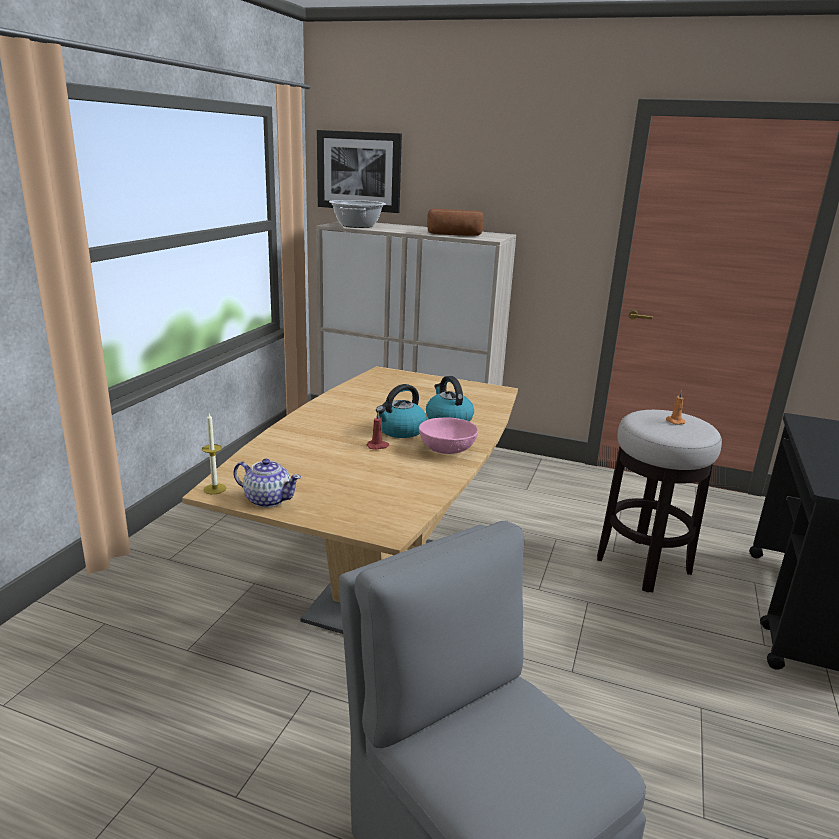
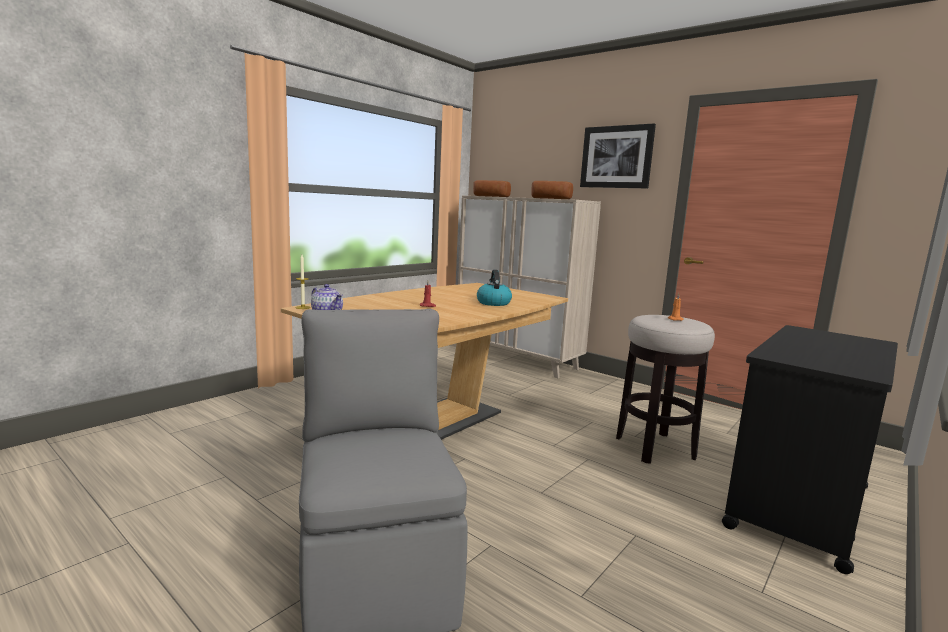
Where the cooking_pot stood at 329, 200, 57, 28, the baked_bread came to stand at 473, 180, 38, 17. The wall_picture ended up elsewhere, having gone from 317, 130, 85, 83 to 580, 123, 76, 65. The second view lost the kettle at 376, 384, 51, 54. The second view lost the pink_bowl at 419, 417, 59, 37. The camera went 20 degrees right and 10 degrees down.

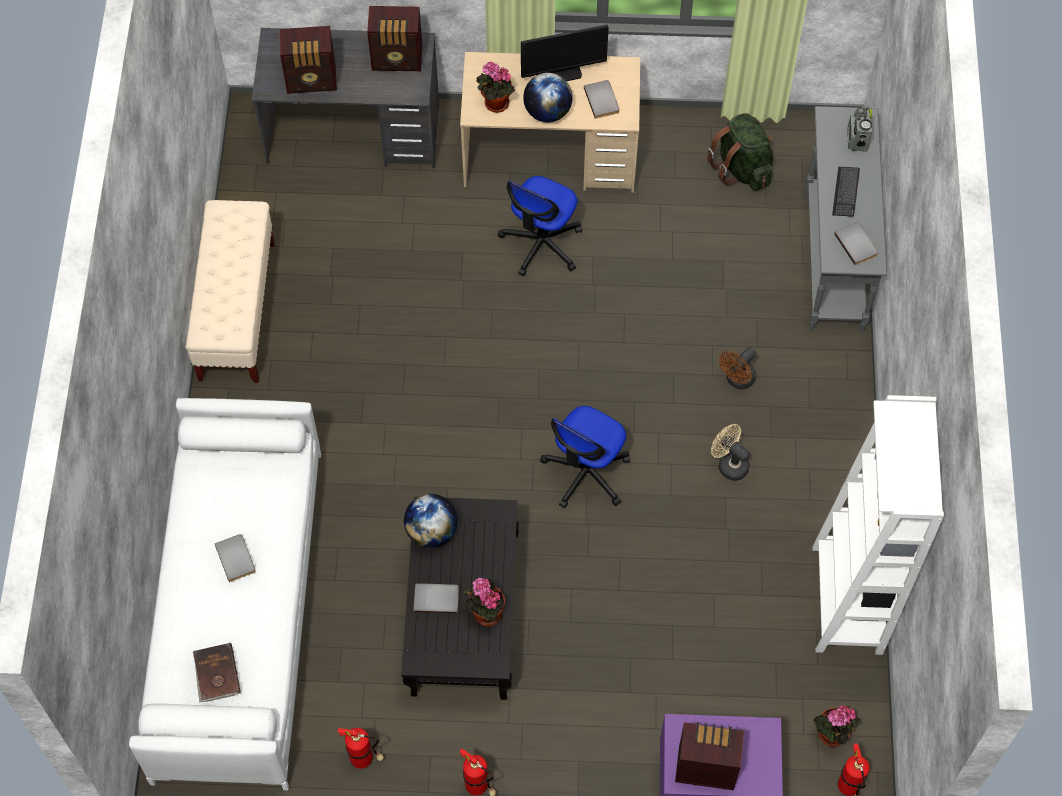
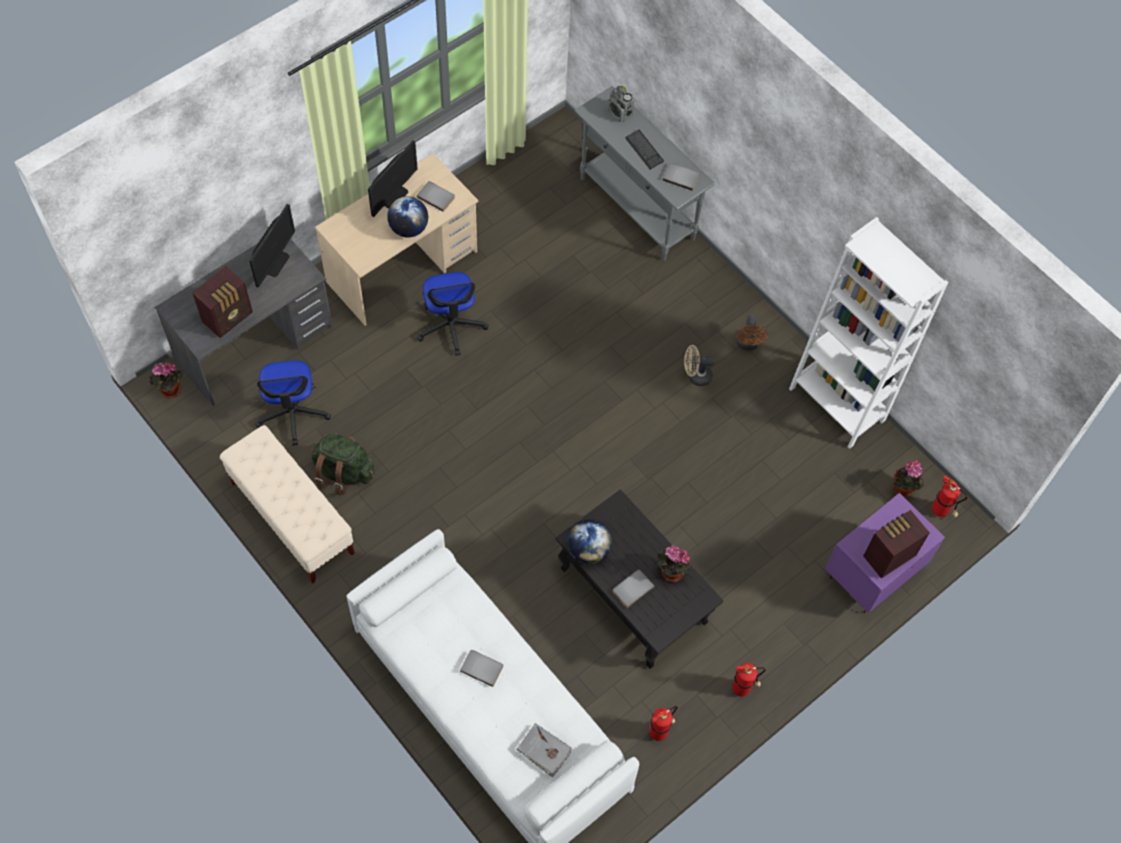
The plant_in_a_pot ended up elsewhere, having gone from 477, 61, 38, 52 to 149, 362, 34, 36. Where the radio_set stood at 367, 6, 55, 65, the monitor came to stand at 249, 204, 46, 84. The computer_chair ended up elsewhere, having gone from 540, 406, 90, 102 to 255, 360, 76, 86. The greenish_rucksack ended up elsewhere, having gone from 707, 113, 66, 78 to 311, 433, 64, 62. What was the brown_bound_book at 193, 643, 48, 60 turned into the greyish_bound_book at 516, 723, 56, 54. The brown_electric_fan ended up elsewhere, having gone from 719, 347, 38, 43 to 736, 315, 32, 36. The camera went 45 degrees left and 0 degrees up.

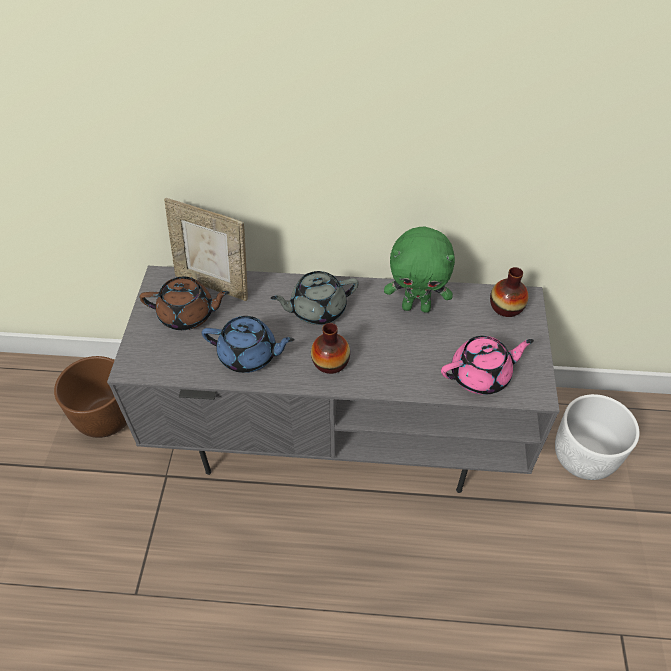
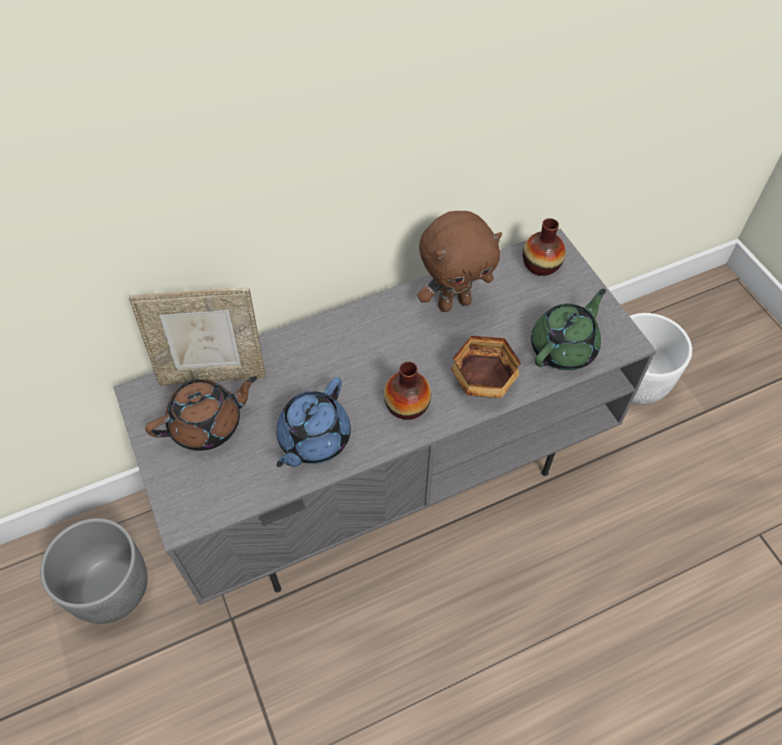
What was the brown_planter at 54, 356, 73, 82 turned into the greyish_planter at 40, 518, 108, 106. The bluish_tea_pot at 202, 316, 93, 57 ended up facing another way, 135 degrees clockwise from before. What was the greenish_plush_toy at 384, 227, 71, 86 turned into the brown_plush_toy at 417, 211, 85, 101. The second view gained the bowl at 451, 336, 70, 62. What was the pink_tea_pot at 441, 336, 93, 59 turned into the greenish_tea_pot at 531, 289, 75, 81. The second view lost the greyish_tea_pot at 271, 271, 88, 54. The camera went 30 degrees left and 5 degrees up.

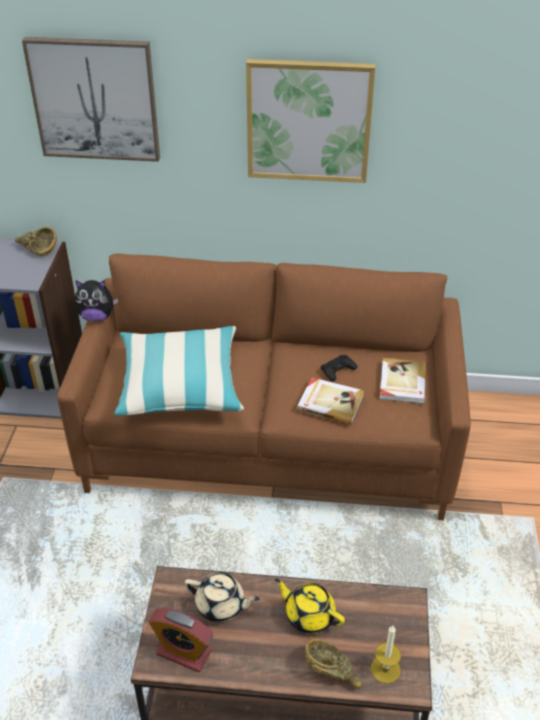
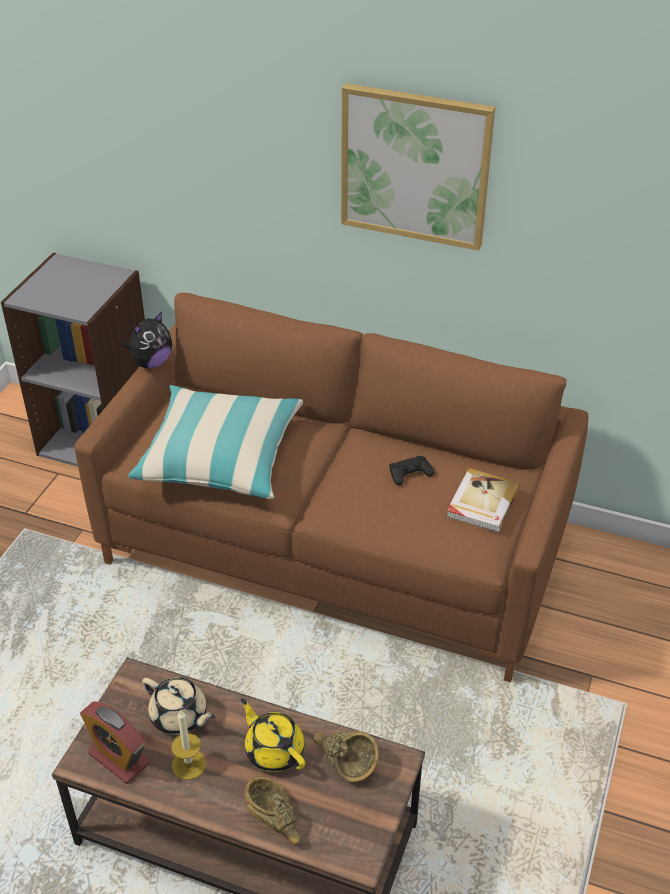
The plush_toy at 75, 280, 43, 42 ended up facing another way, 60 degrees counterclockwise from before. The wax_candle ended up elsewhere, having gone from 371, 626, 30, 58 to 171, 710, 35, 70. The brown_bowl ended up elsewhere, having gone from 15, 226, 42, 30 to 313, 731, 66, 52. The second view lost the wall_picture at 22, 37, 138, 125. The second view lost the bound_book at 297, 378, 67, 47. The camera went 15 degrees right and 0 degrees up.

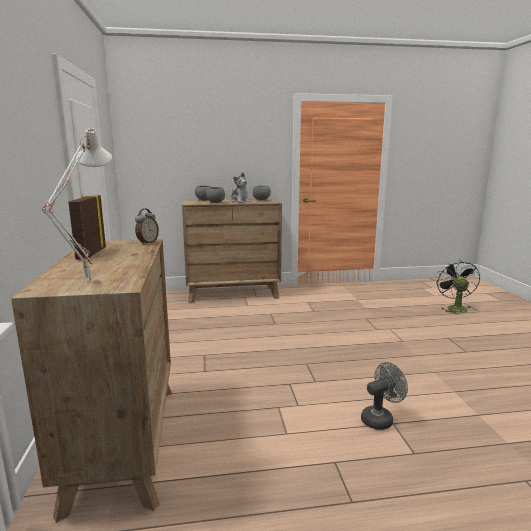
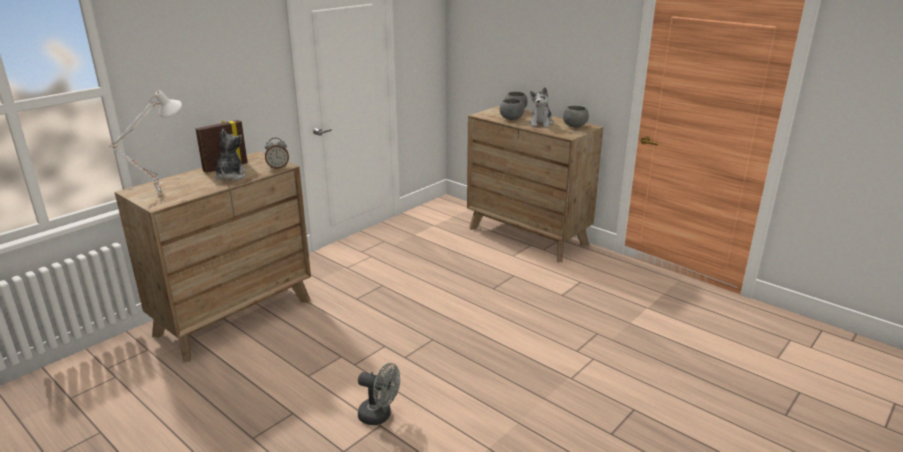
The second view gained the plush_toy at 215, 129, 31, 51. The second view lost the black_electric_fan at 436, 259, 44, 56. The camera went 50 degrees right and 10 degrees up.

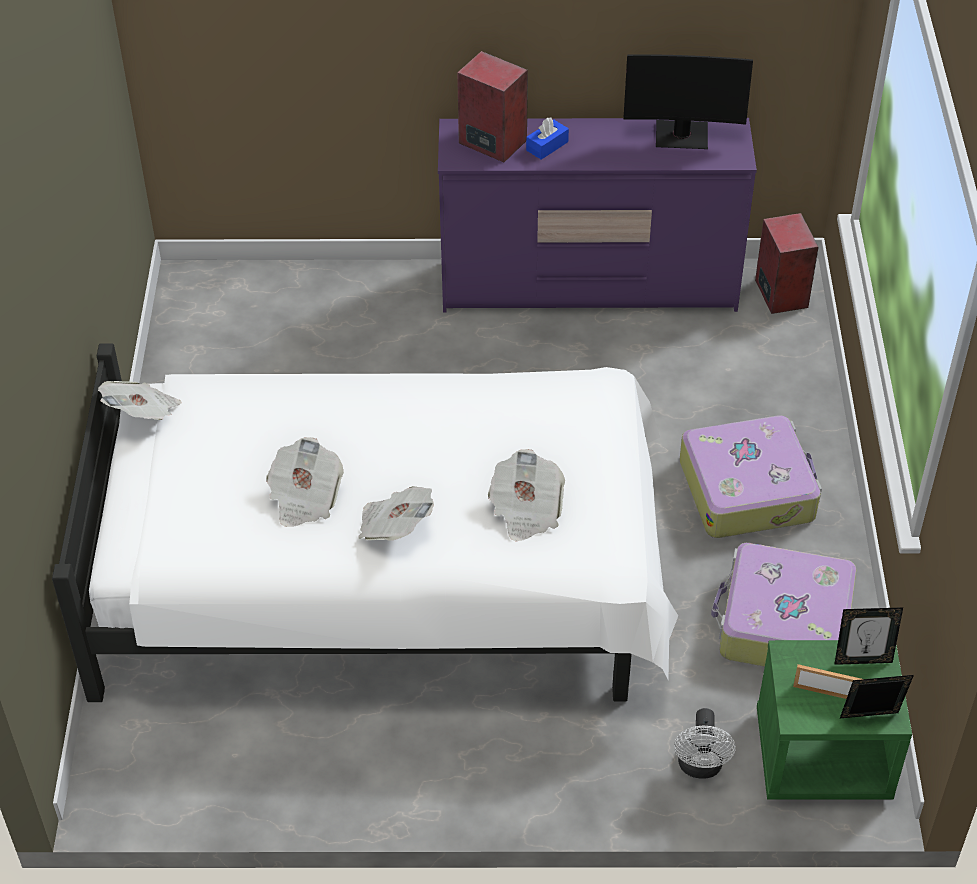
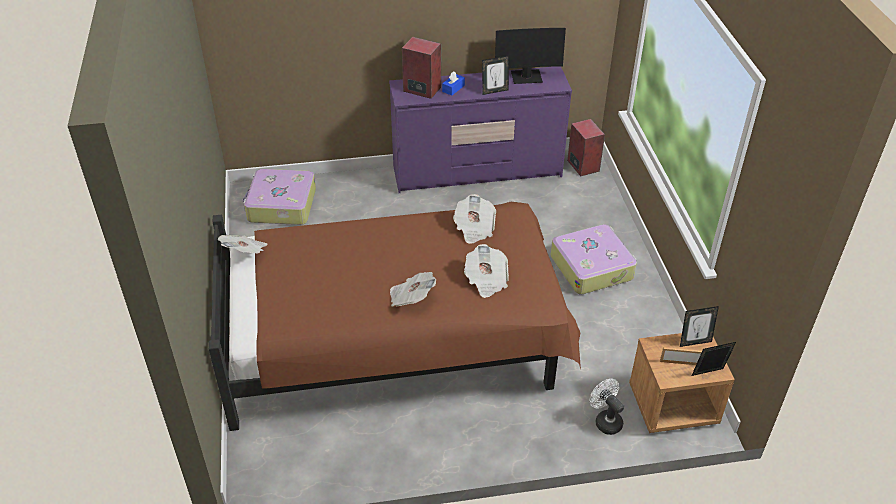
What was the white_sleeping_bed at 52, 344, 626, 358 turned into the brown_sleeping_bed at 209, 202, 372, 229. The travel_case ended up elsewhere, having gone from 711, 543, 145, 124 to 242, 169, 74, 56. The newspaper ended up elsewhere, having gone from 266, 437, 78, 90 to 453, 194, 43, 50. The second view gained the photo_frame at 482, 55, 27, 40. The white_electric_fan at 674, 708, 62, 71 ended up facing another way, 150 degrees clockwise from before. What was the greenish_night_table at 757, 640, 155, 160 turned into the brown_night_table at 629, 333, 106, 100. The camera went 10 degrees left and 5 degrees down.

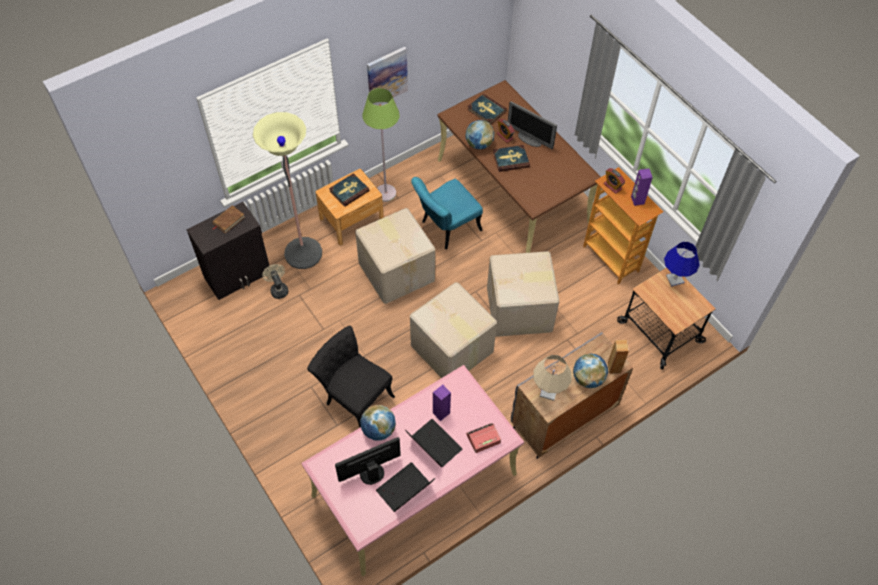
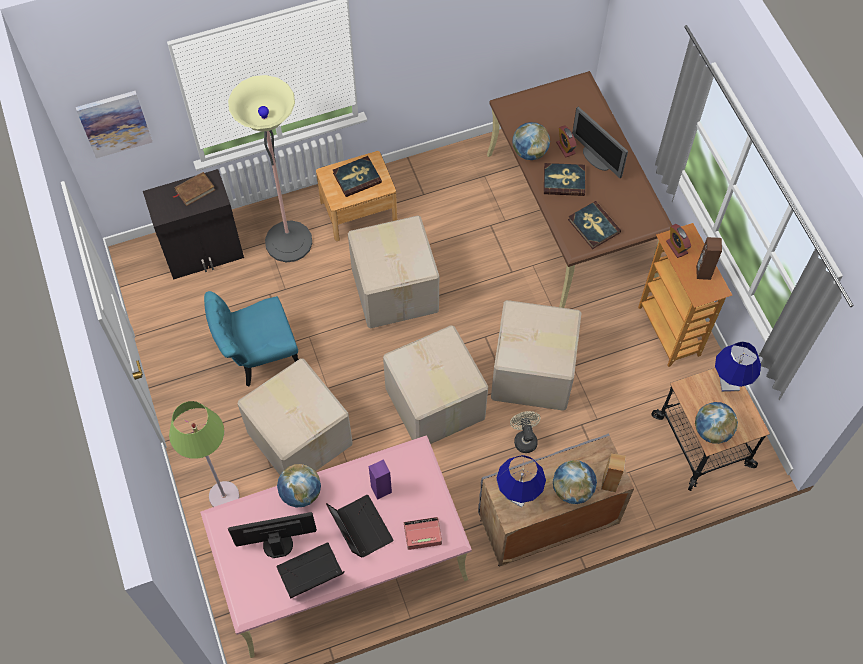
The wall_picture ended up elsewhere, having gone from 367, 47, 41, 58 to 76, 91, 76, 67. The greenish_floor_lamp ended up elsewhere, having gone from 362, 88, 38, 114 to 169, 401, 70, 106. The turquoise_plain_chair ended up elsewhere, having gone from 411, 177, 72, 72 to 204, 291, 95, 96. Where the black_plain_chair stood at 307, 326, 88, 102, the carton came to stand at 238, 358, 115, 117. What was the sand-coloured_lamp_for_a_table at 533, 355, 39, 46 turned into the bluish_lamp_for_a_table at 496, 455, 50, 53. The sand-coloured_electric_fan ended up elsewhere, having gone from 262, 264, 26, 35 to 510, 411, 30, 42. The bound_book ended up elsewhere, having gone from 467, 94, 40, 30 to 568, 201, 53, 48. The second view gained the world_globe at 695, 402, 43, 42. What was the purple-coloured_audio_speaker at 631, 168, 22, 38 turned into the brown_audio_speaker at 696, 237, 26, 43. The camera went 15 degrees right and 5 degrees up.

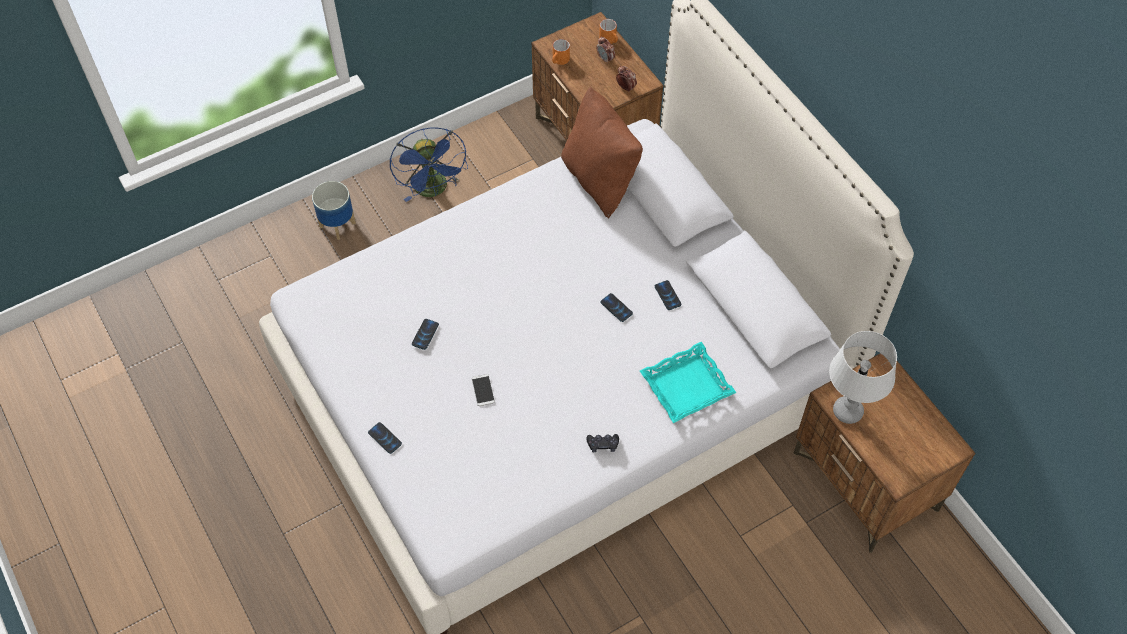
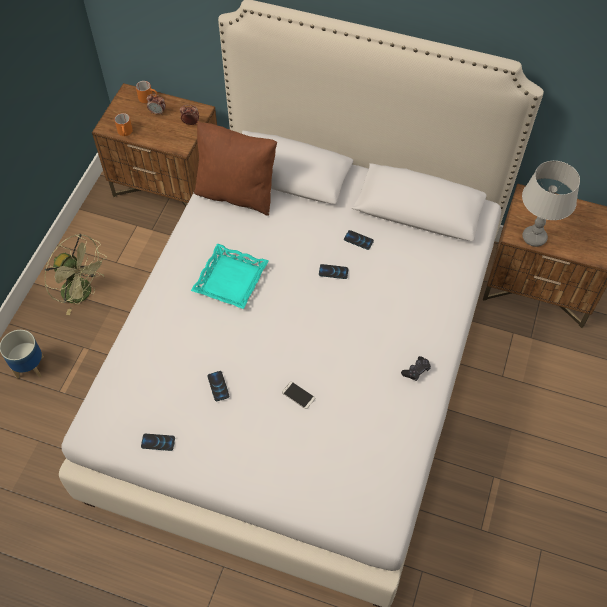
What was the bluish_electric_fan at 390, 127, 78, 75 turned into the greenish_electric_fan at 44, 234, 63, 81. The handset ended up elsewhere, having gone from 368, 422, 34, 32 to 141, 434, 34, 17. The turquoise_carrying_tray ended up elsewhere, having gone from 640, 342, 96, 81 to 191, 243, 78, 66. The camera went 40 degrees left and 0 degrees up.

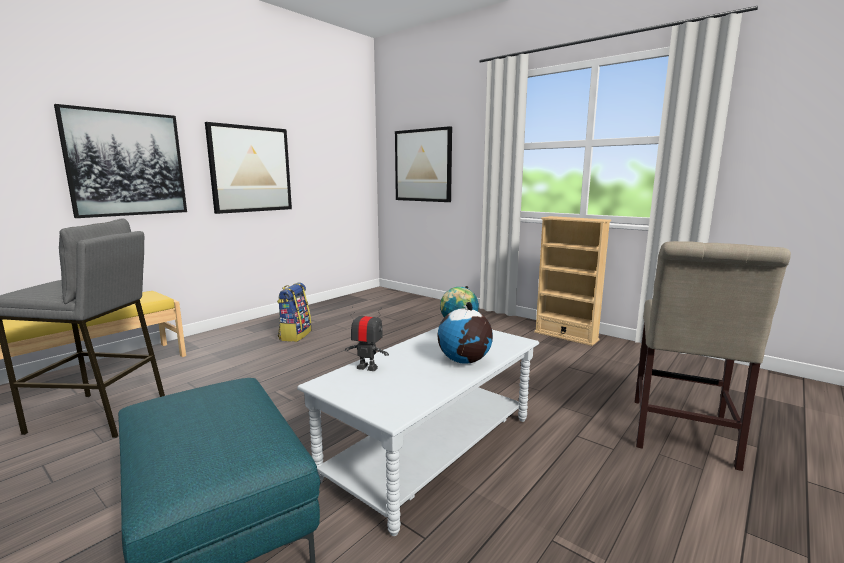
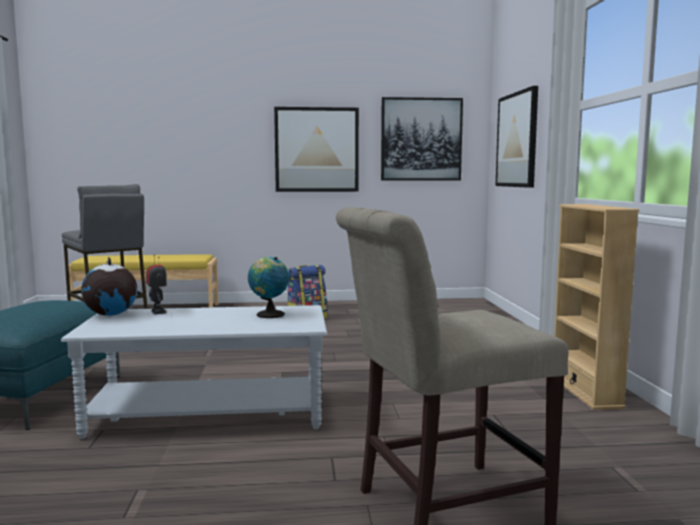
The world_globe ended up elsewhere, having gone from 438, 302, 55, 62 to 81, 257, 56, 59. The wall_picture ended up elsewhere, having gone from 54, 104, 133, 114 to 381, 97, 82, 84. The camera went 45 degrees right and 5 degrees down.

